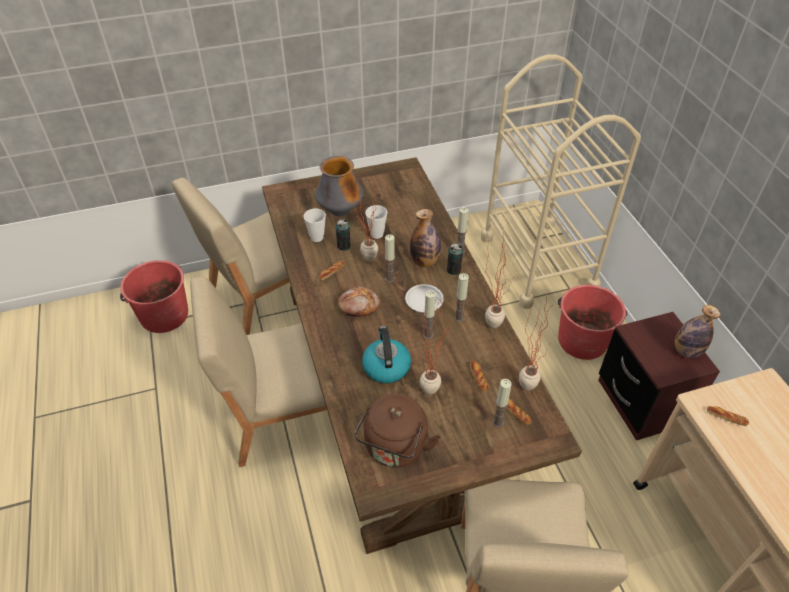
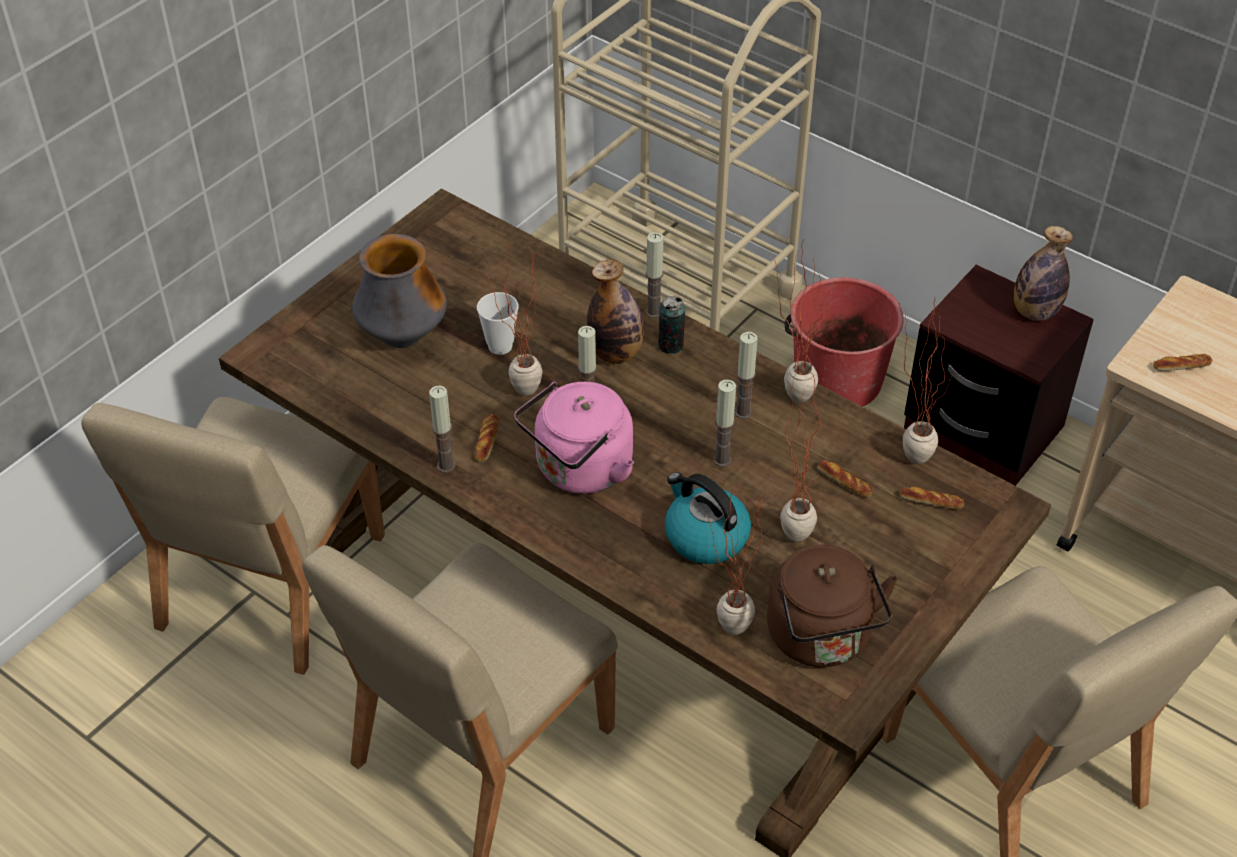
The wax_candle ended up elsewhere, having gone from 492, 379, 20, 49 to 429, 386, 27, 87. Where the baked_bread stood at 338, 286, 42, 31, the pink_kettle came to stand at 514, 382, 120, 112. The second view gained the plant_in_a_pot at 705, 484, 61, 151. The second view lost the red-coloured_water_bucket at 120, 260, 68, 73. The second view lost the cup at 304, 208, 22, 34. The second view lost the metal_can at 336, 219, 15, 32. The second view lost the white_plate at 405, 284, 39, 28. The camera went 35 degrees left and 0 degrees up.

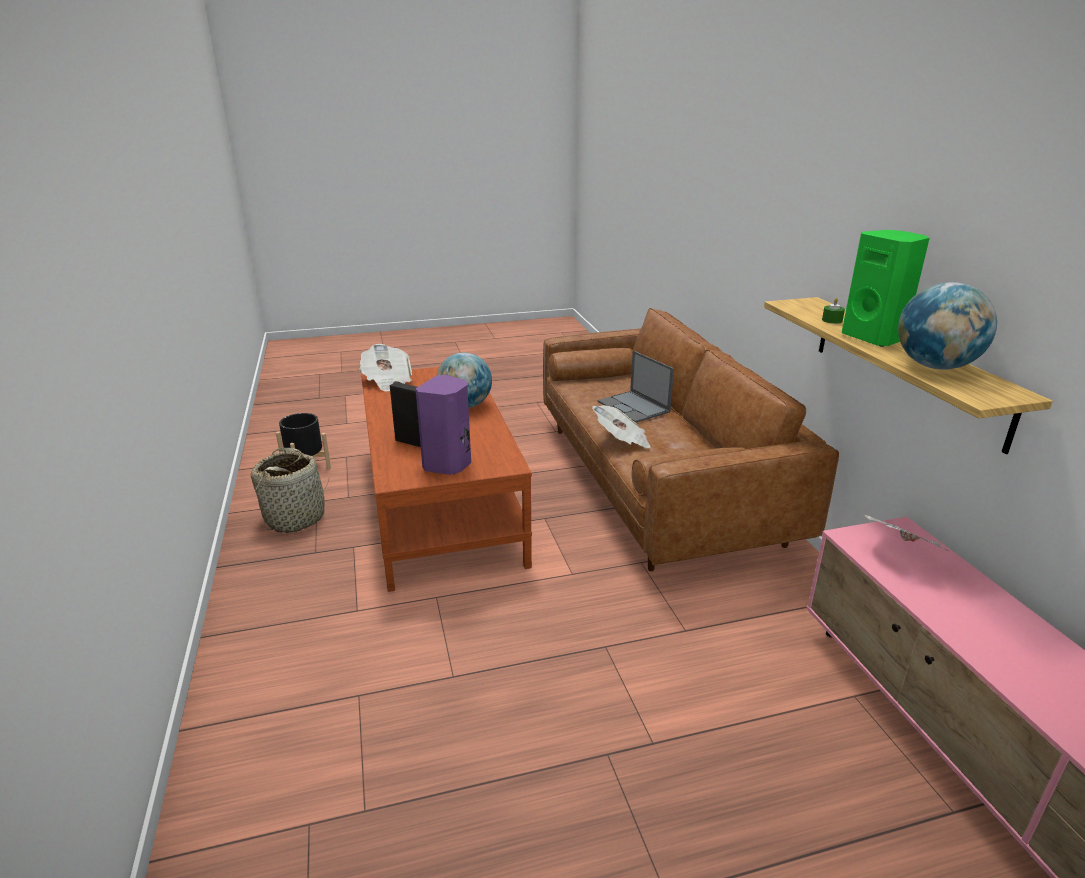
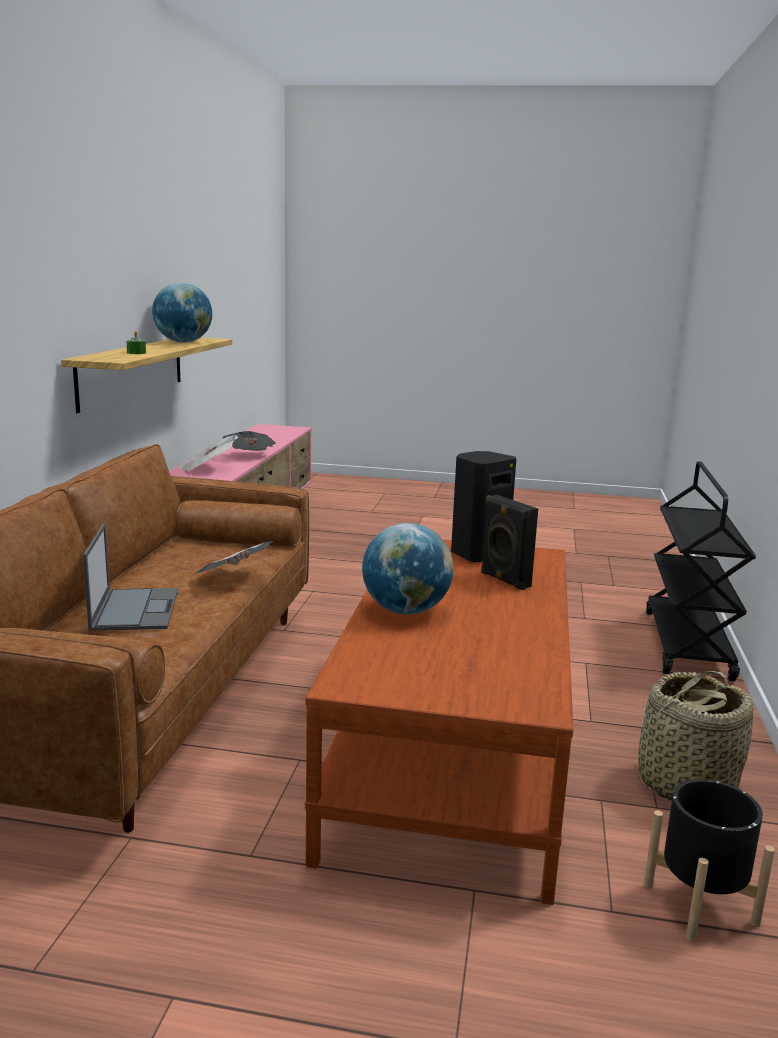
The newspaper ended up elsewhere, having gone from 360, 344, 52, 48 to 222, 431, 54, 20. What was the purple-coloured_audio_speaker at 416, 375, 55, 100 turned into the black_audio_speaker at 451, 451, 65, 111. The second view gained the black_wheeled_cart at 646, 461, 110, 220. The second view lost the greenish_audio_speaker at 842, 230, 88, 117. The camera went 155 degrees left and 10 degrees down.

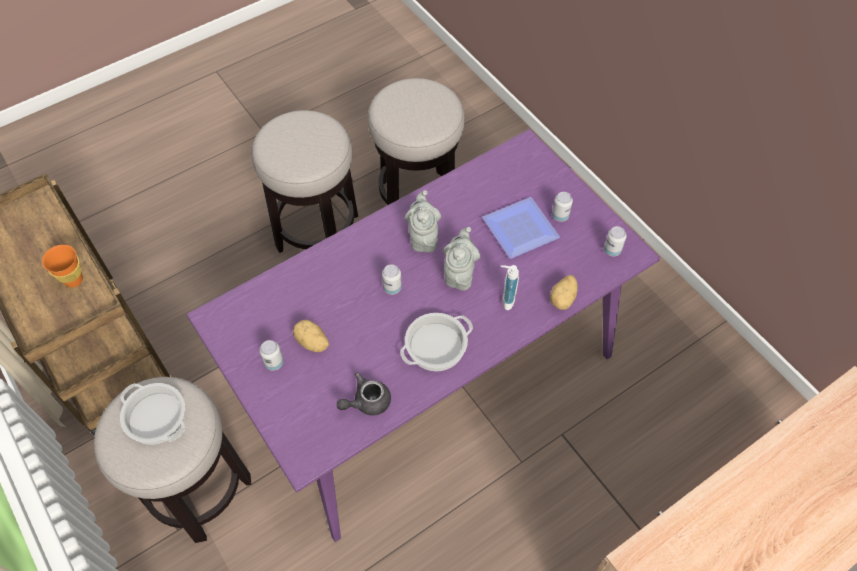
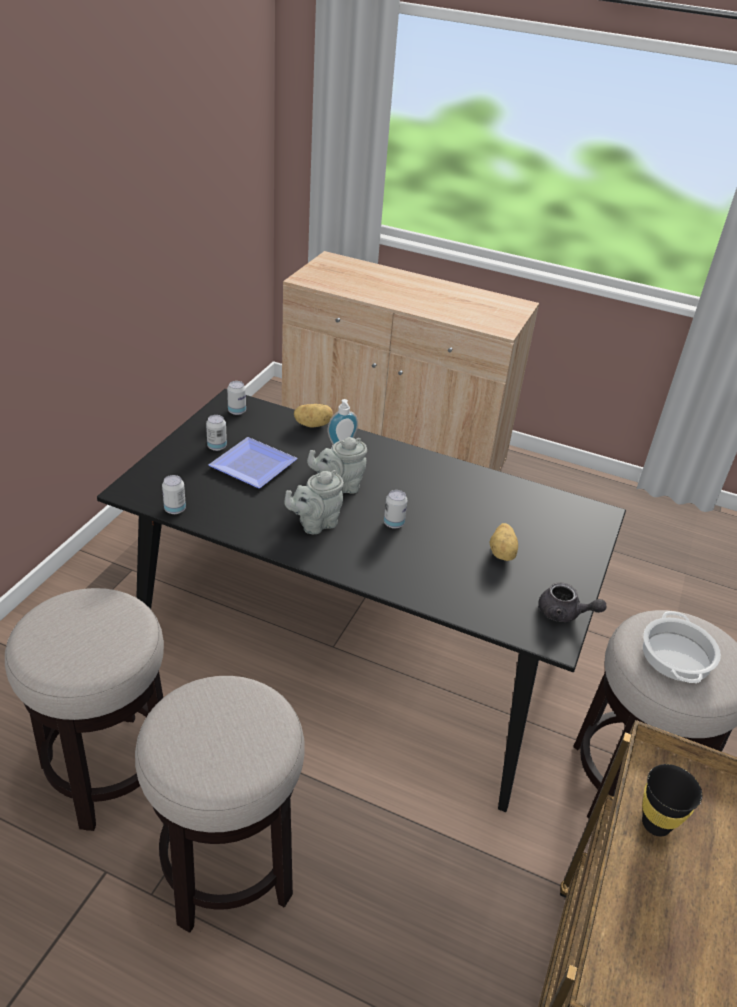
What was the purple-coloured_dinner_table at 187, 129, 473, 413 turned into the black_dinner_table at 97, 389, 529, 423. The metal_can ended up elsewhere, having gone from 259, 340, 25, 31 to 162, 475, 24, 39. The greyish_tea_pot ended up elsewhere, having gone from 337, 372, 54, 44 to 539, 582, 68, 40. What was the orangey_cup at 42, 245, 41, 43 turned into the black_cup at 642, 764, 60, 73. The second view lost the cooking_pot at 400, 313, 73, 58. The camera went 125 degrees left and 20 degrees down.

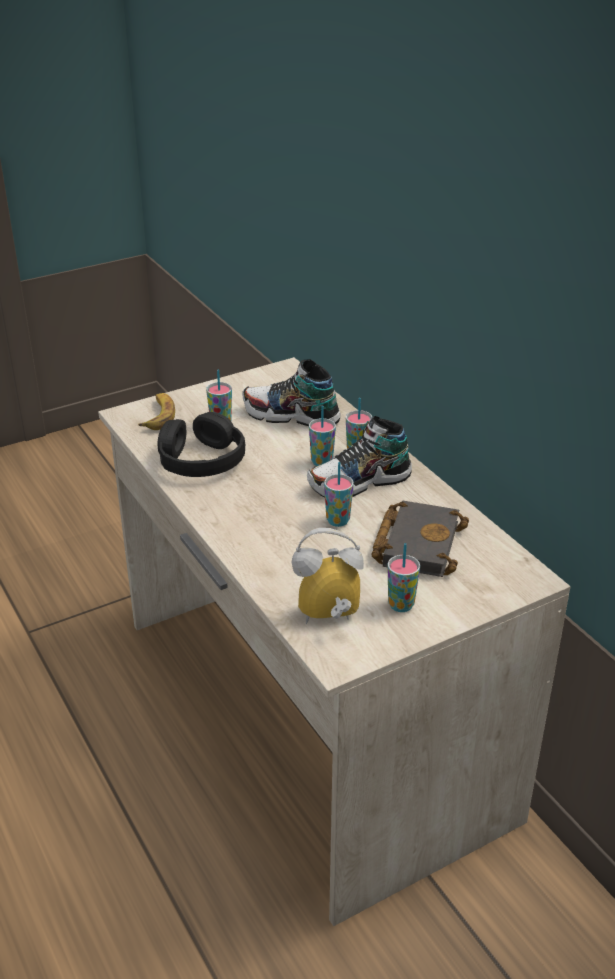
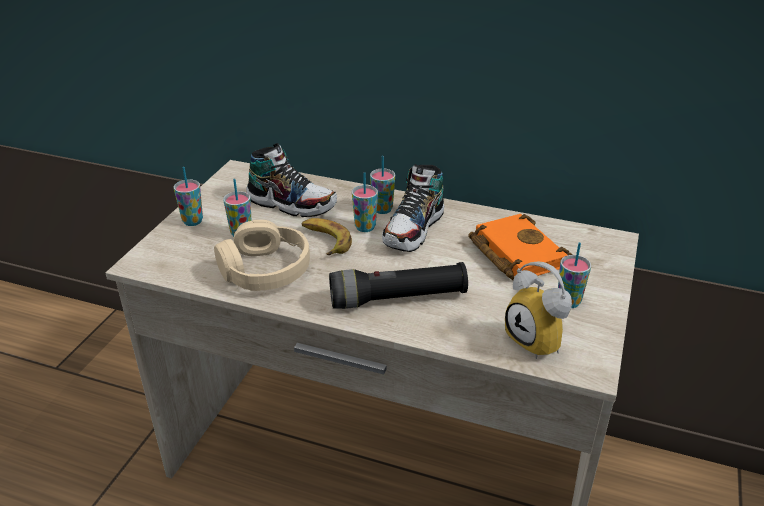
The cup ended up elsewhere, having gone from 324, 462, 30, 65 to 174, 167, 29, 59. What was the black_headphones at 158, 412, 87, 65 turned into the sand-coloured_headphones at 214, 220, 96, 71. The item_of_footwear at 242, 359, 99, 67 ended up facing another way, 135 degrees counterclockwise from before. The banana ended up elsewhere, having gone from 138, 393, 37, 37 to 301, 218, 51, 37. The second view gained the black_torch at 329, 262, 139, 47. What was the black_bound_book at 371, 501, 98, 76 turned into the orangey_bound_book at 468, 214, 105, 66. The table_clock at 291, 528, 73, 96 ended up facing another way, 75 degrees counterclockwise from before. The camera went 40 degrees left and 0 degrees up.

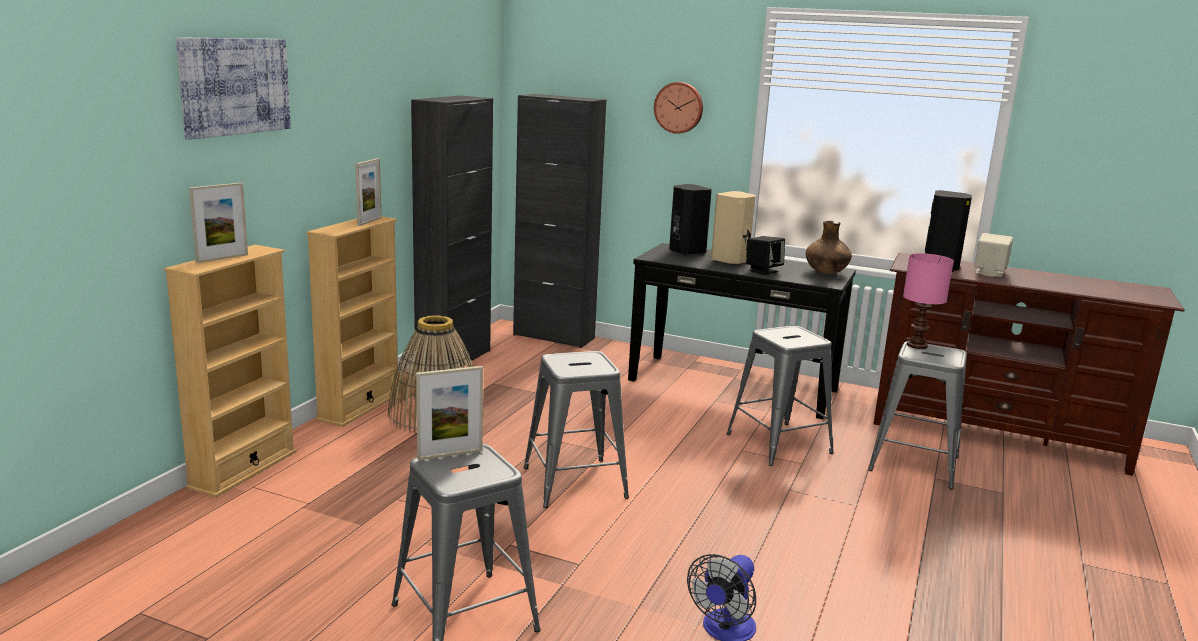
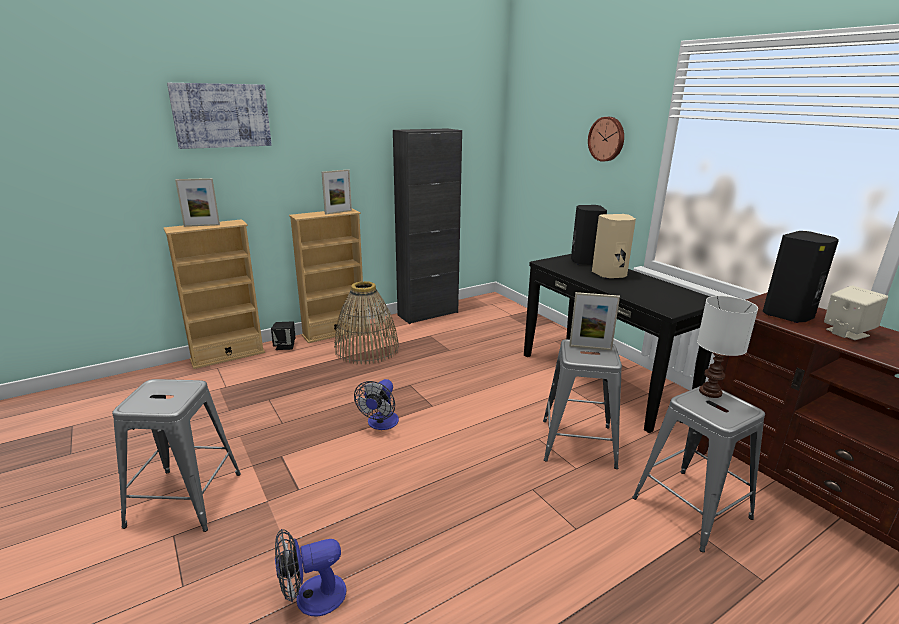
The black_audio_speaker ended up elsewhere, having gone from 746, 236, 39, 39 to 271, 321, 24, 29. Where the greyish_stool_seat stood at 523, 351, 106, 157, the electric_fan came to stand at 354, 379, 45, 51. The photo_frame ended up elsewhere, having gone from 416, 366, 67, 95 to 569, 292, 51, 59. What was the pink_lamp_for_a_table at 903, 253, 51, 96 turned into the white_lamp_for_a_table at 697, 296, 61, 102. The second view lost the black_cupboard at 513, 94, 93, 254. The second view lost the brown_vase at 806, 221, 46, 53. The camera went 35 degrees right and 5 degrees up.

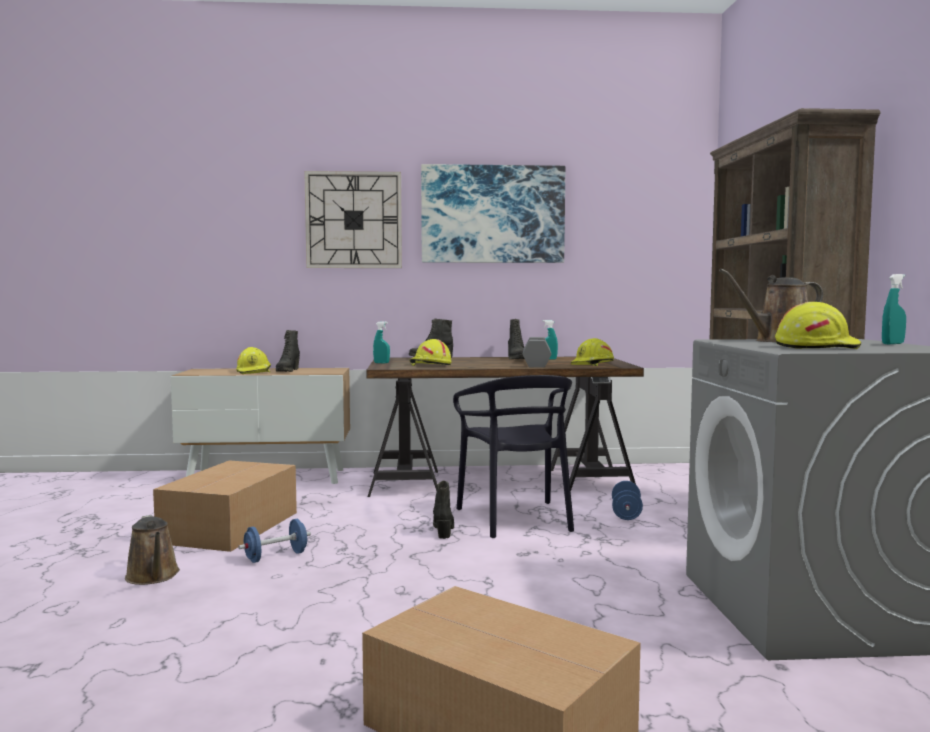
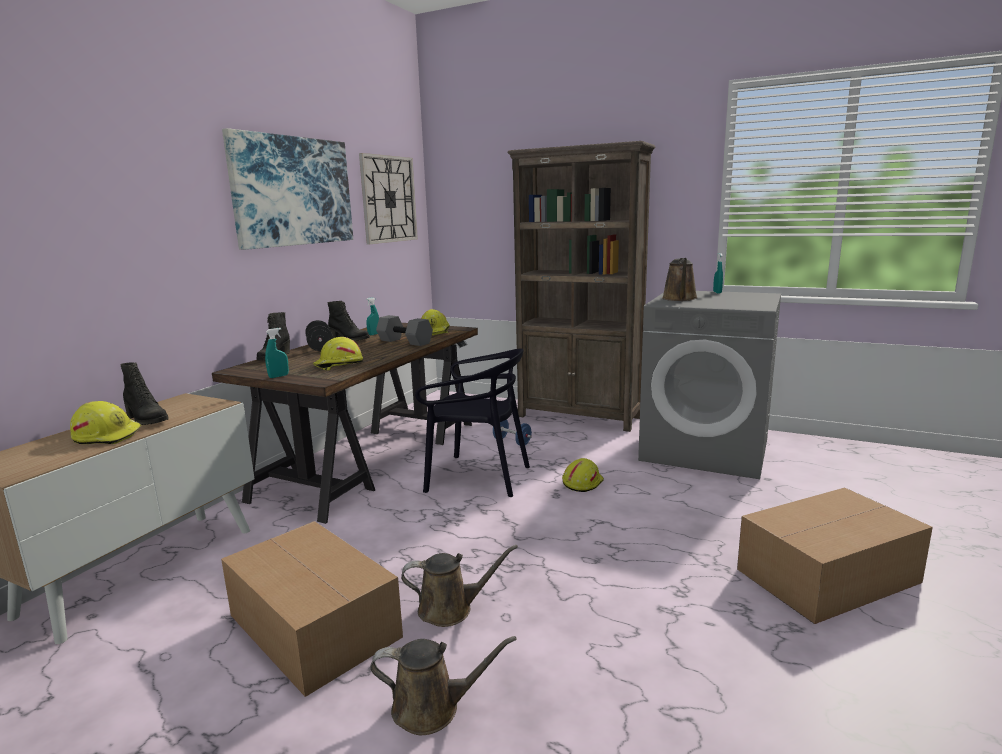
The second view gained the black_free_weight at 305, 320, 28, 31. The clock_on_the_wall ended up elsewhere, having gone from 304, 171, 98, 97 to 359, 153, 59, 91. Where the bluish_free_weight stood at 239, 519, 72, 44, the brown_sprinkling_can came to stand at 401, 545, 117, 82. The yellow-coloured_hard_hat ended up elsewhere, having gone from 775, 302, 86, 47 to 562, 458, 42, 34. The second view lost the black_high-top_boot at 433, 480, 21, 59. The camera went 60 degrees left and 10 degrees up.

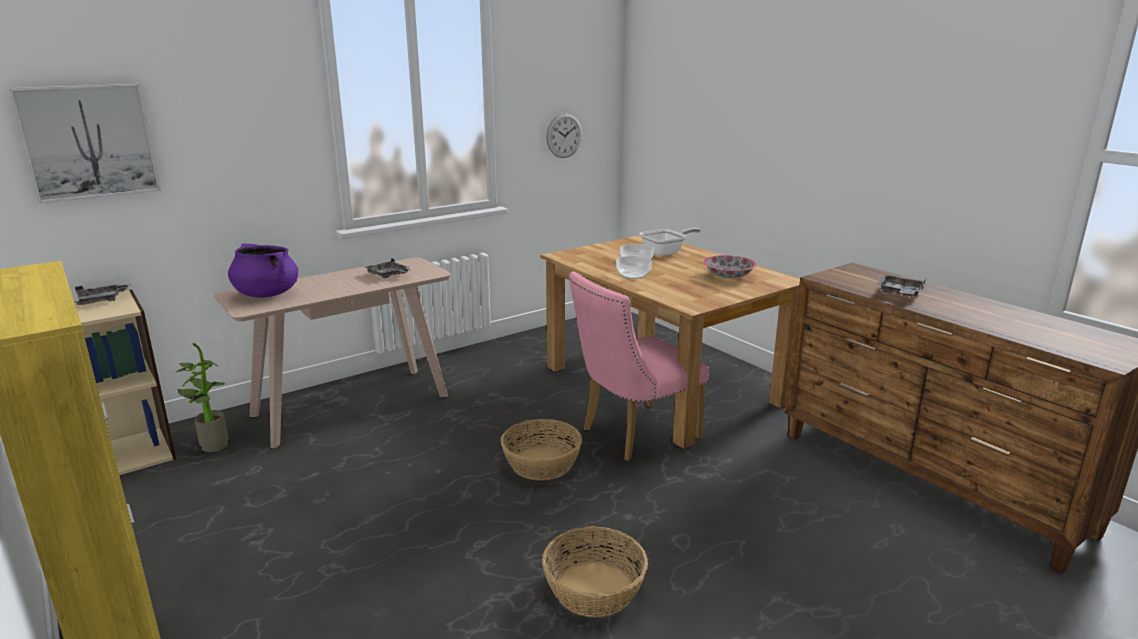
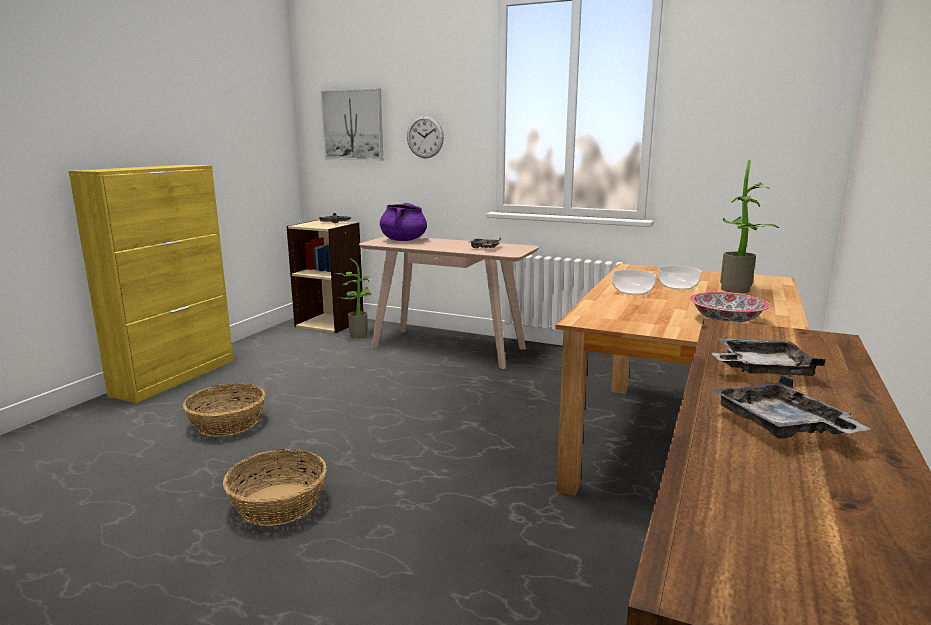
The storage_basket ended up elsewhere, having gone from 501, 419, 81, 62 to 183, 383, 82, 54. The clock_on_the_wall ended up elsewhere, having gone from 546, 113, 36, 45 to 407, 115, 37, 43. The second view gained the greyish_carrying_tray at 712, 375, 158, 64. Where the frying_pan stood at 640, 228, 61, 28, the plant_in_a_pot came to stand at 720, 160, 60, 133. The second view lost the pink_plain_chair at 569, 272, 140, 189. The camera went 60 degrees right and 5 degrees down.

